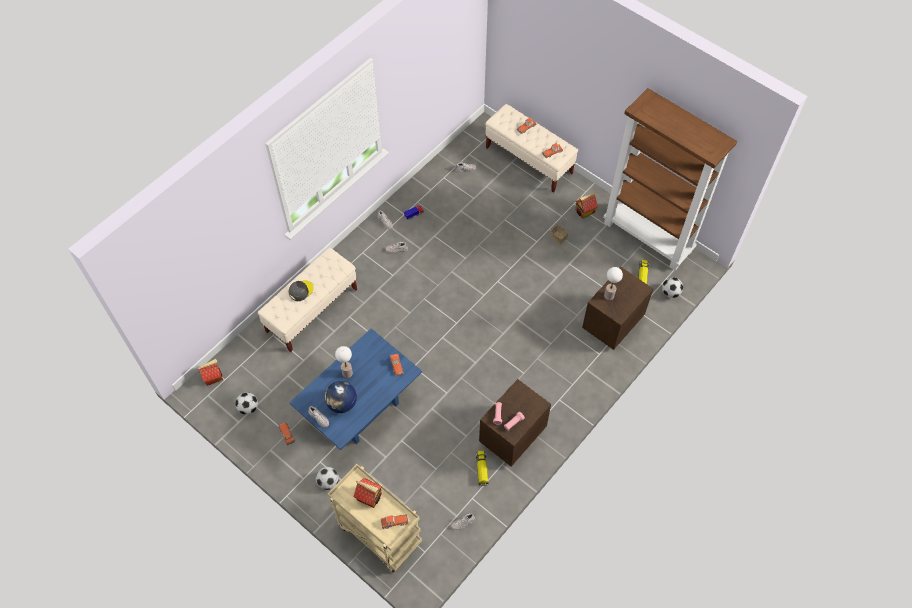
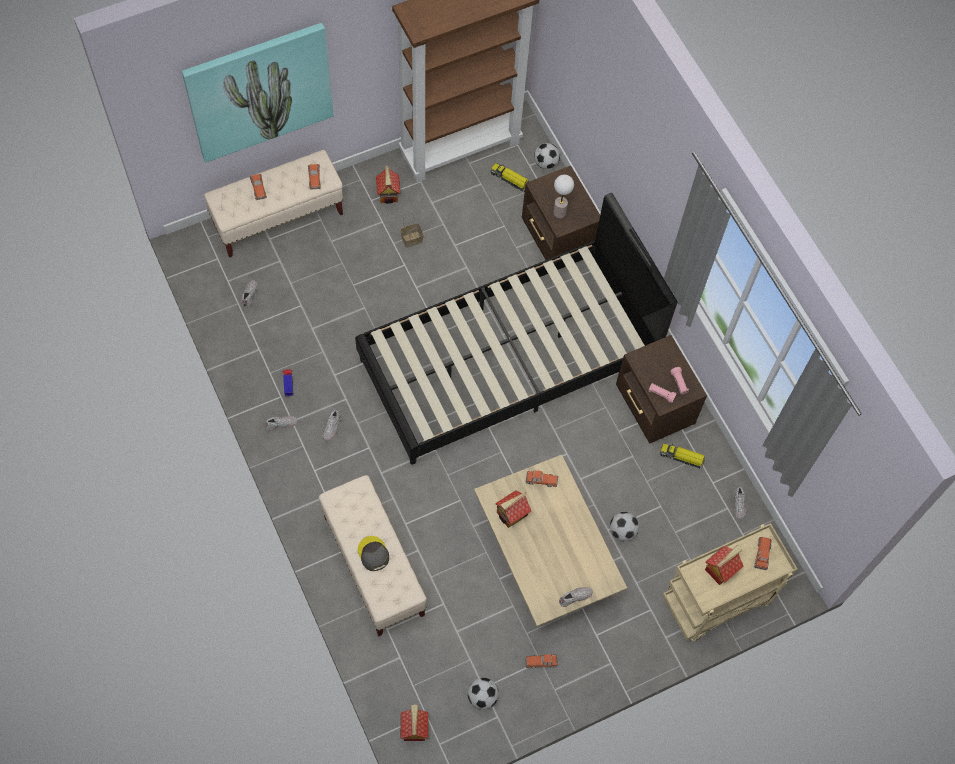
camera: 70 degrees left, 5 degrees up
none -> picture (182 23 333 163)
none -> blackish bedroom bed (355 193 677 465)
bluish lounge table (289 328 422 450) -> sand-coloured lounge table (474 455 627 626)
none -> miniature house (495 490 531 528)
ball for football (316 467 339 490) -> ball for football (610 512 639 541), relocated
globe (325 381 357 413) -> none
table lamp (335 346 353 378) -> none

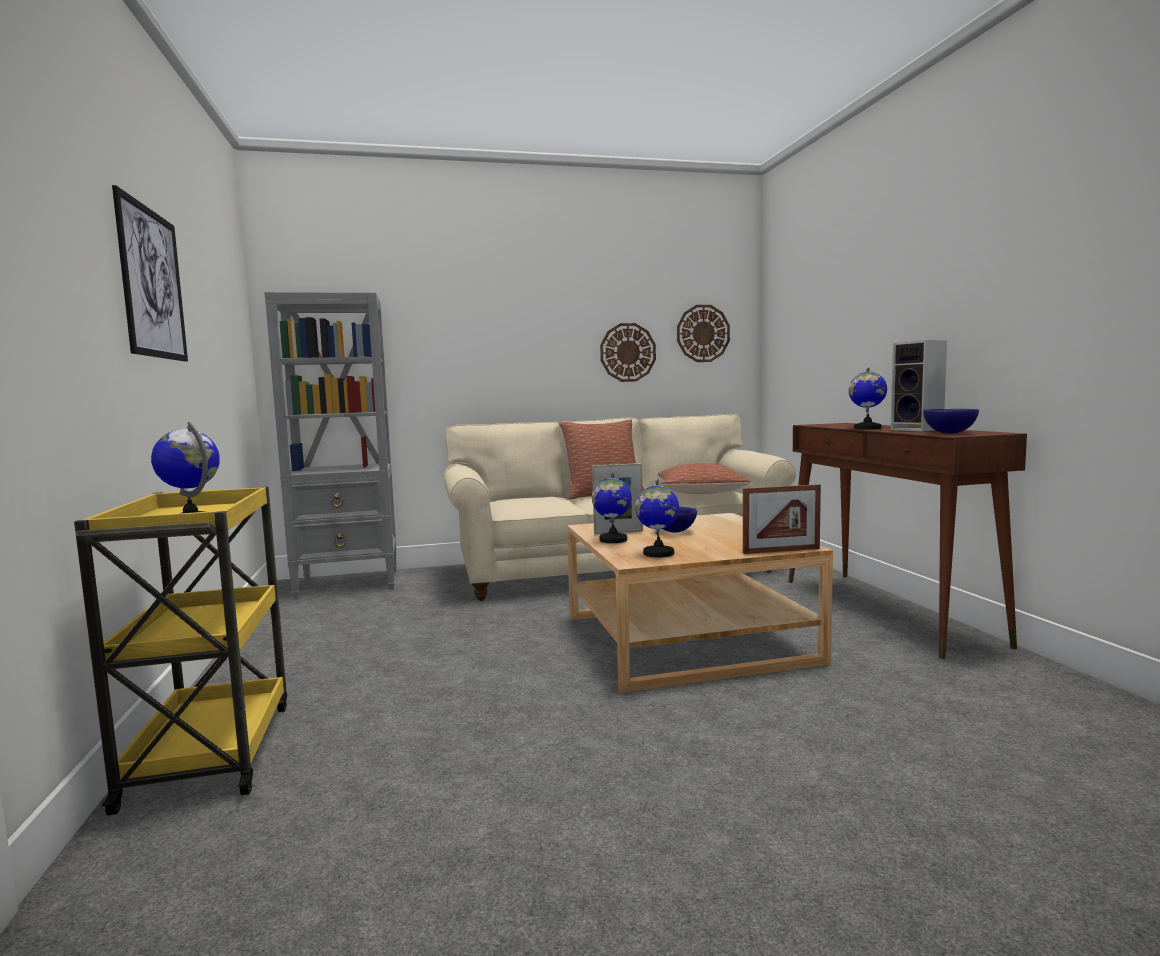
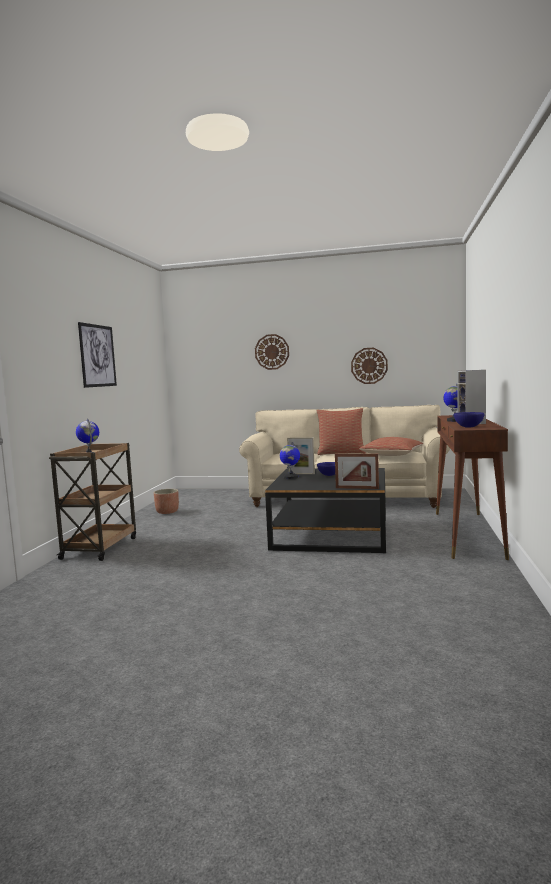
camera: 25 degrees right, 0 degrees up
yellow wheeled cart (74 486 287 816) -> brown-coloured wheeled cart (49 443 136 561)
none -> plant pot (154 489 179 514)
wall clock (677 305 730 362) -> wall clock (255 334 289 370), relocated
sand-coloured lounge table (567 513 833 693) -> blackish lounge table (265 468 386 553)
grey bookshelf (264 292 397 599) -> none
globe (635 479 679 557) -> none

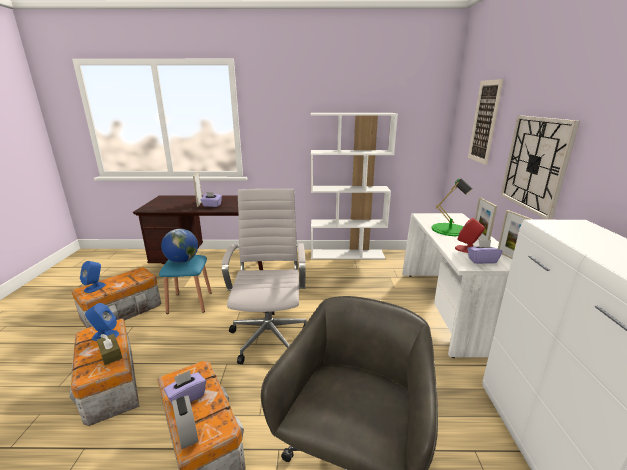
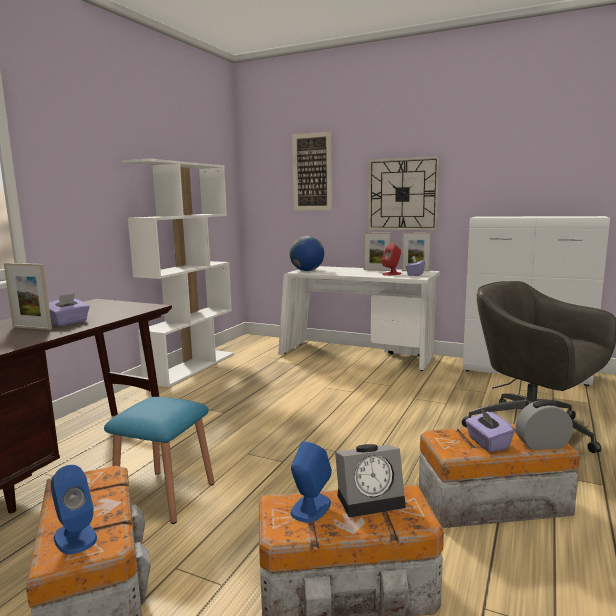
camera: 65 degrees left, 10 degrees down
globe (161 229 198 263) -> globe (290 236 324 271), relocated
brown-coloured box of tissues (97 333 122 365) -> bedside clock (335 444 406 518)
white computer chair (221 189 307 364) -> none
green-coloured table lamp (431 178 473 236) -> none

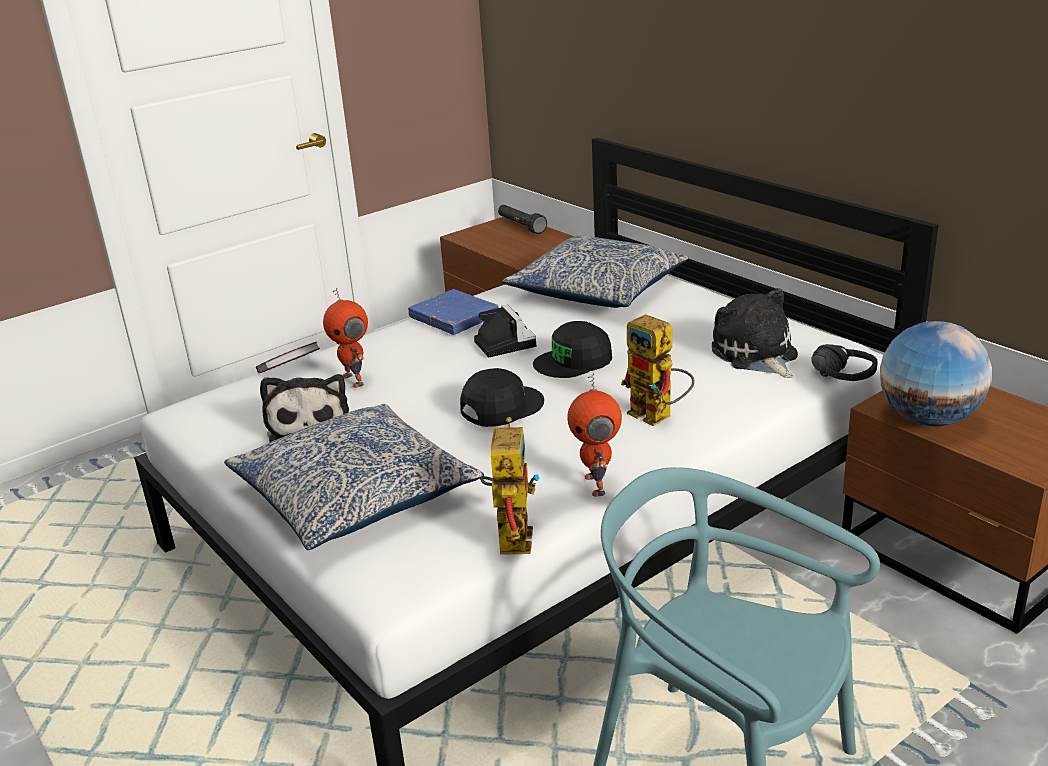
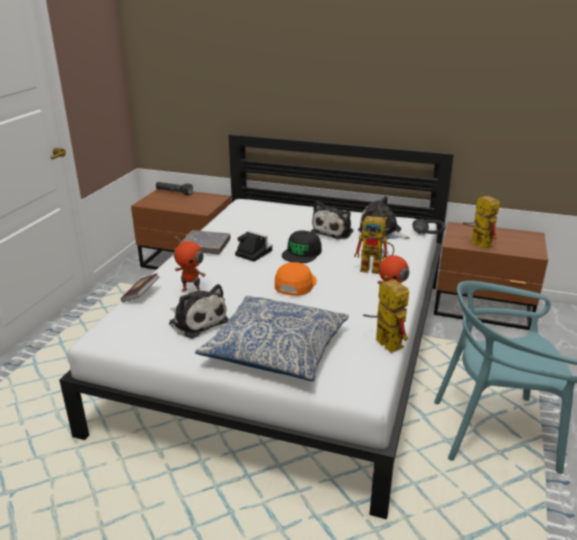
camera: 35 degrees left, 0 degrees up
bluish bound book (408 289 499 335) -> grey bound book (182 230 231 254)
blackish baseball cap (460 368 544 427) -> orange-coloured baseball cap (275 262 317 296)
none -> plush toy (311 201 354 240)
globe (880 321 992 426) -> model robot (463 193 500 250)
throw pillow (502 236 689 308) -> none

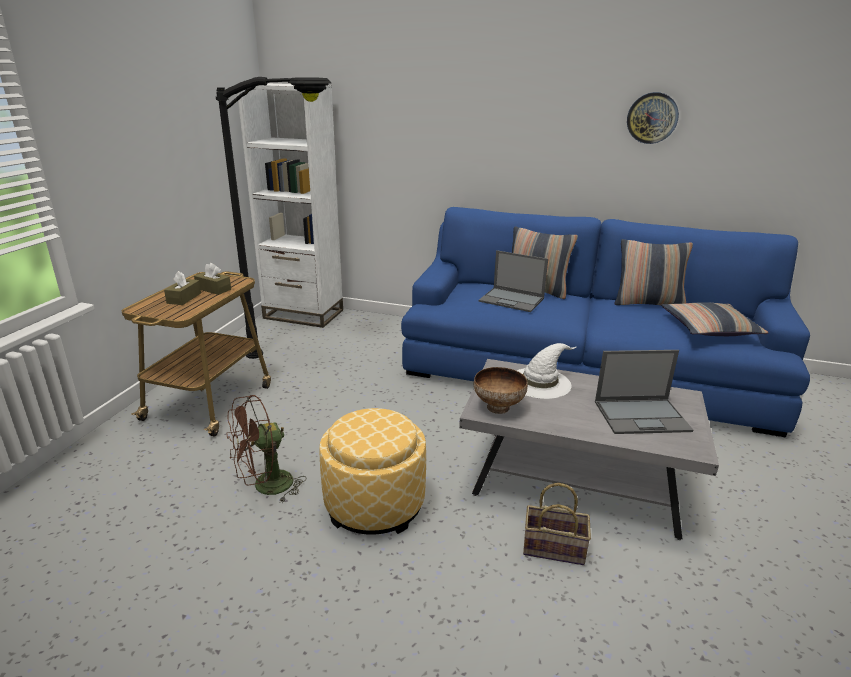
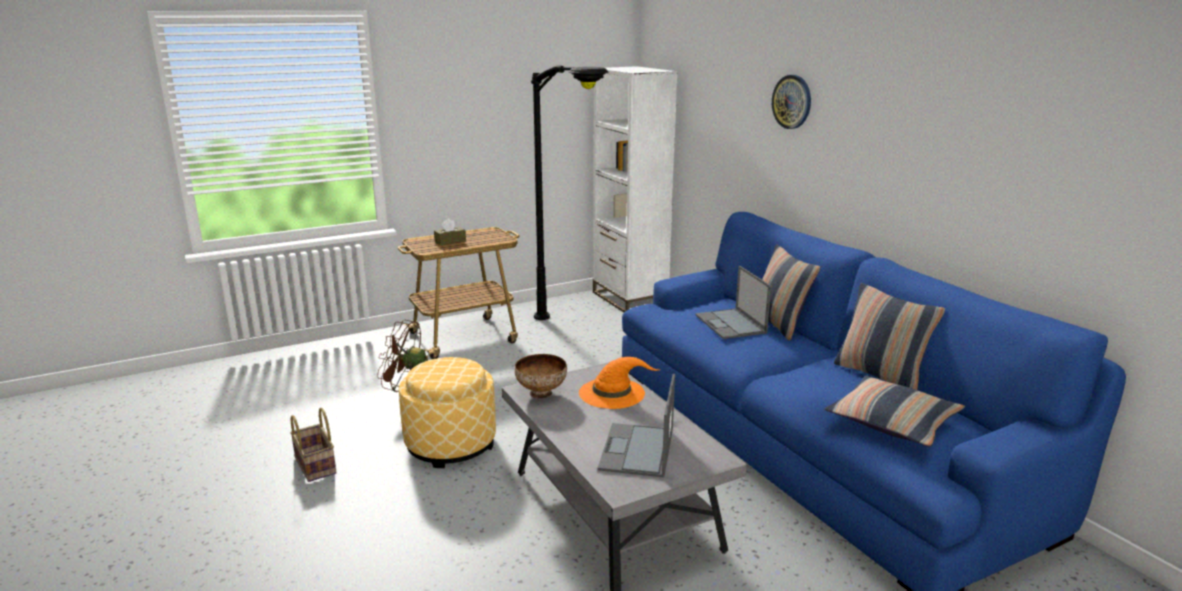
camera: 45 degrees right, 5 degrees down
household basket (523 483 591 565) -> household basket (290 408 337 482), relocated
white wearable hat (517 343 576 399) -> orange-coloured wearable hat (579 357 661 409)
portable computer (595 350 693 434) -> portable computer (598 374 675 478), 60 degrees clockwise
wall clock (627 92 679 144) -> wall clock (772 75 811 129), relocated
brown-coloured box of tissues (194 263 231 295) -> none

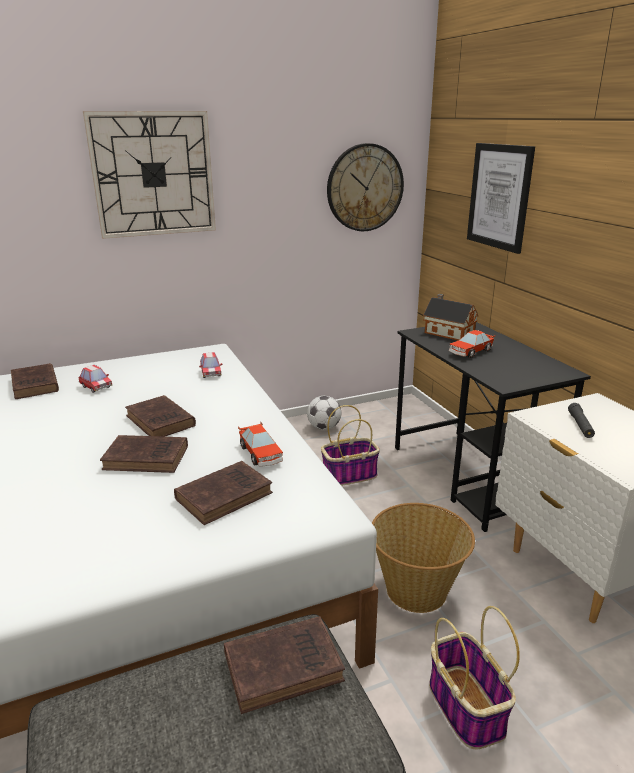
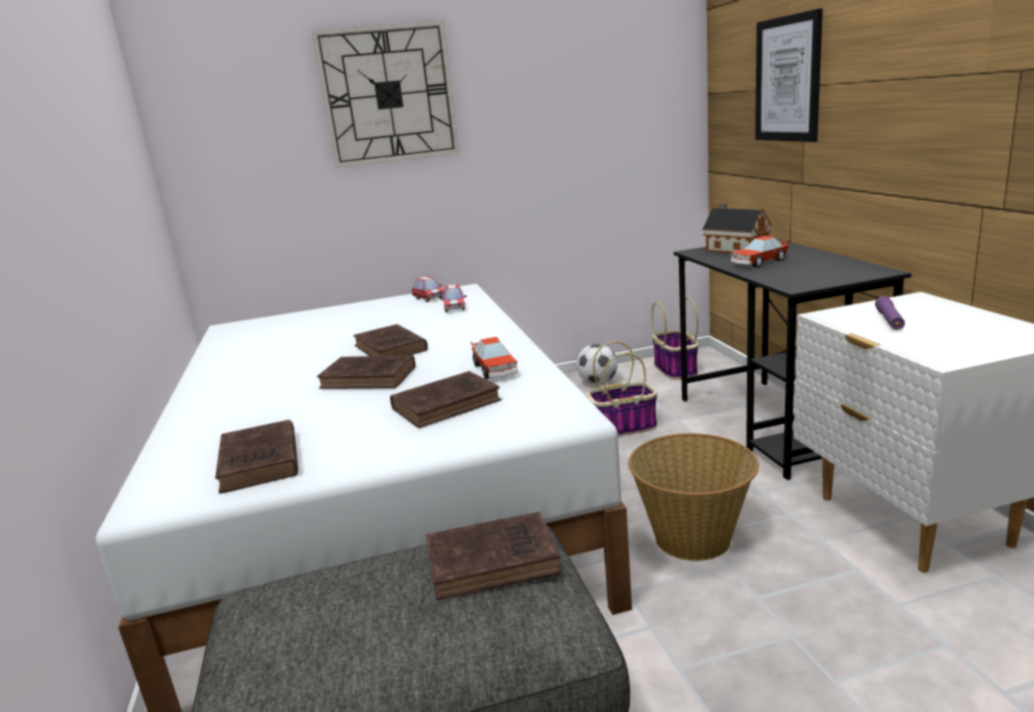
camera: 10 degrees right, 5 degrees down
brown-coloured bound book (11 363 59 399) -> brown-coloured bound book (215 420 298 493), relocated
model car (78 365 112 393) -> model car (412 276 444 302), relocated
household basket (429 606 520 750) -> household basket (652 297 698 379), relocated
blackish hand torch (568 403 595 438) -> purple hand torch (875 296 905 330)
wall clock (327 143 404 231) -> none

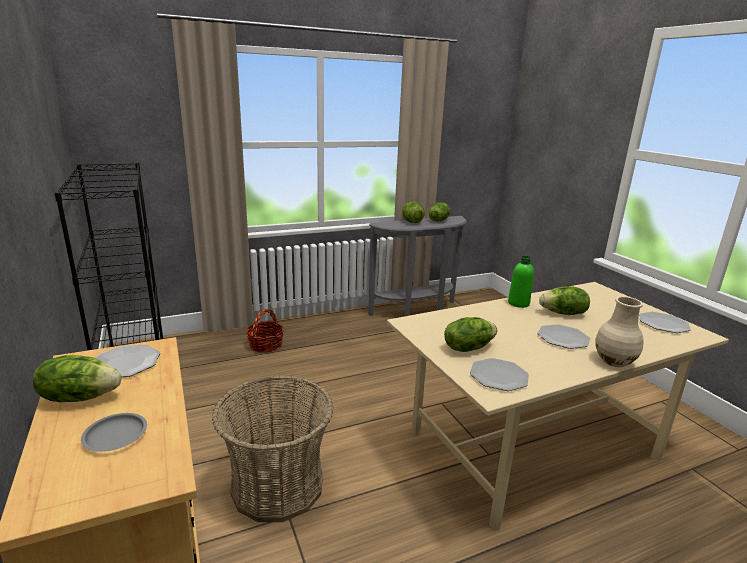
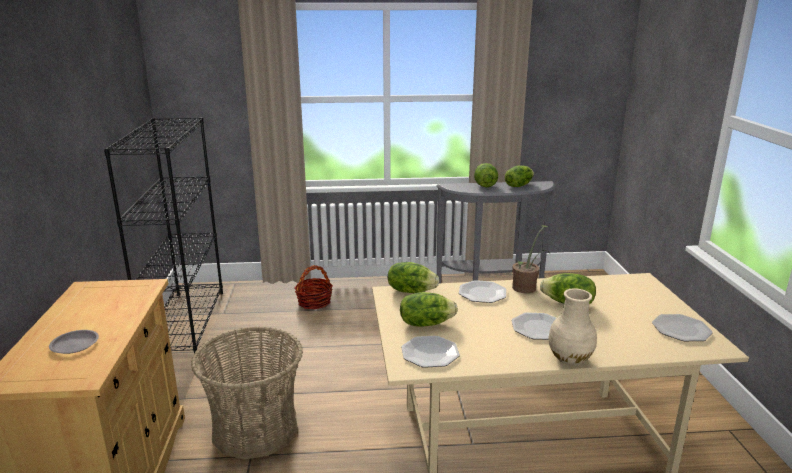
camera: 20 degrees right, 0 degrees up
lettuce (33 355 121 402) -> lettuce (388 262 439 293), relocated
dinner plate (95 345 160 377) -> dinner plate (459 280 506 303), relocated
green-coloured beverage bottle (508 256 534 308) -> potted plant (512 225 550 293)

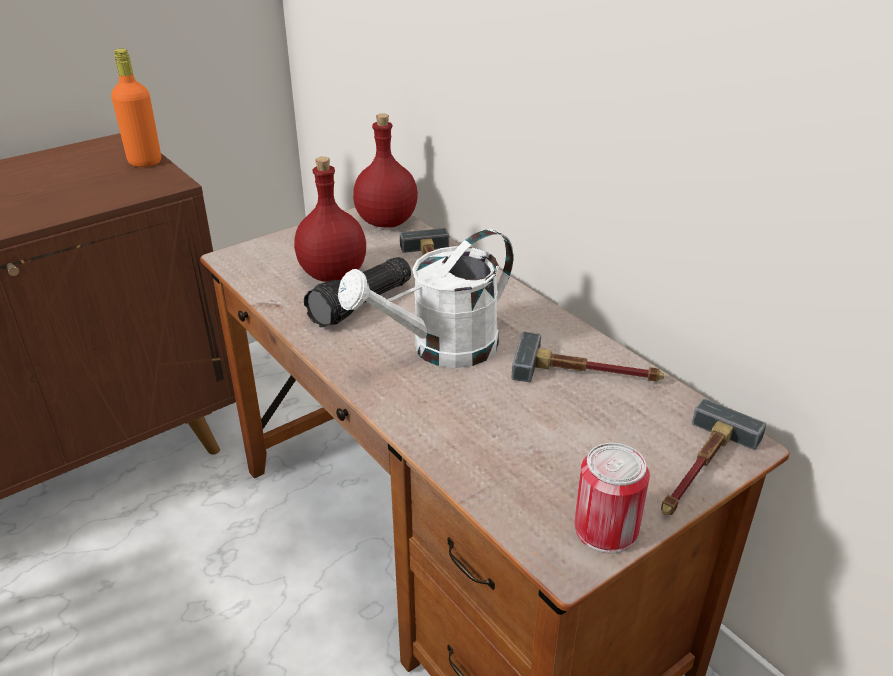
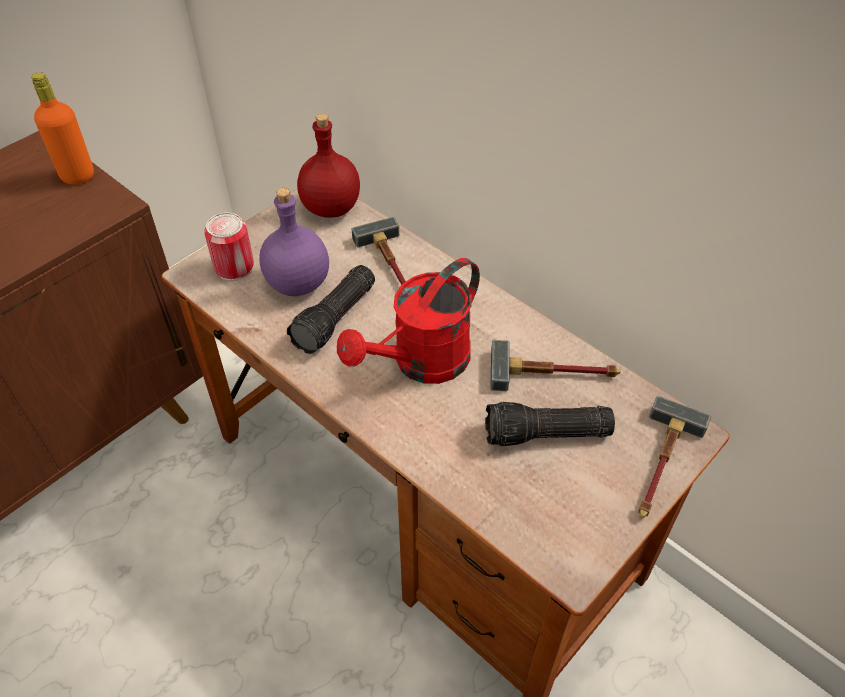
camera: 10 degrees left, 15 degrees up
sealed can (574 443 650 554) -> sealed can (204 213 254 281), relocated
red-coloured beverage bottle (294 157 366 282) -> purple beverage bottle (259 188 329 296)
white watering can (338 229 513 368) -> red-coloured watering can (337 258 480 384)
none -> hand torch (485 402 615 446)

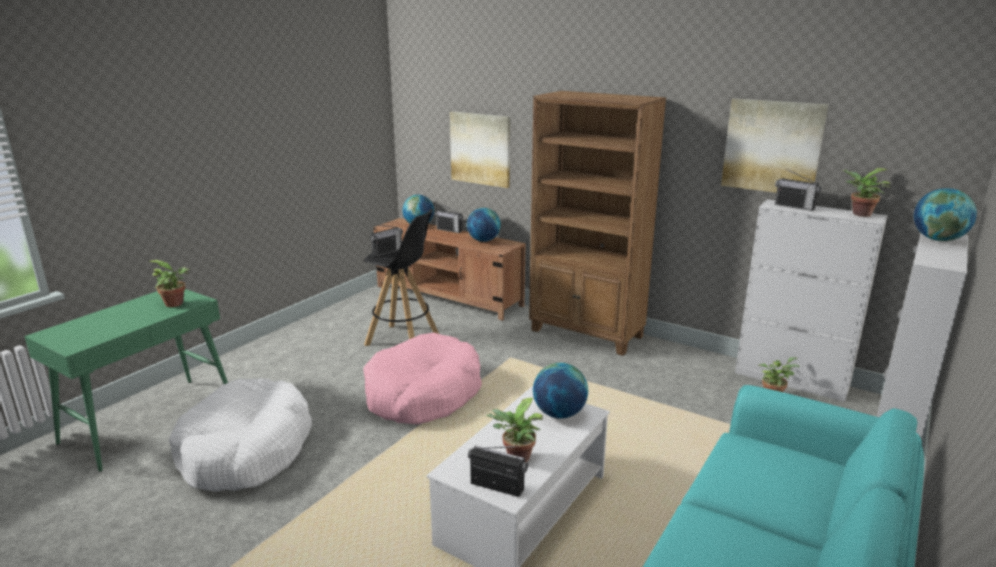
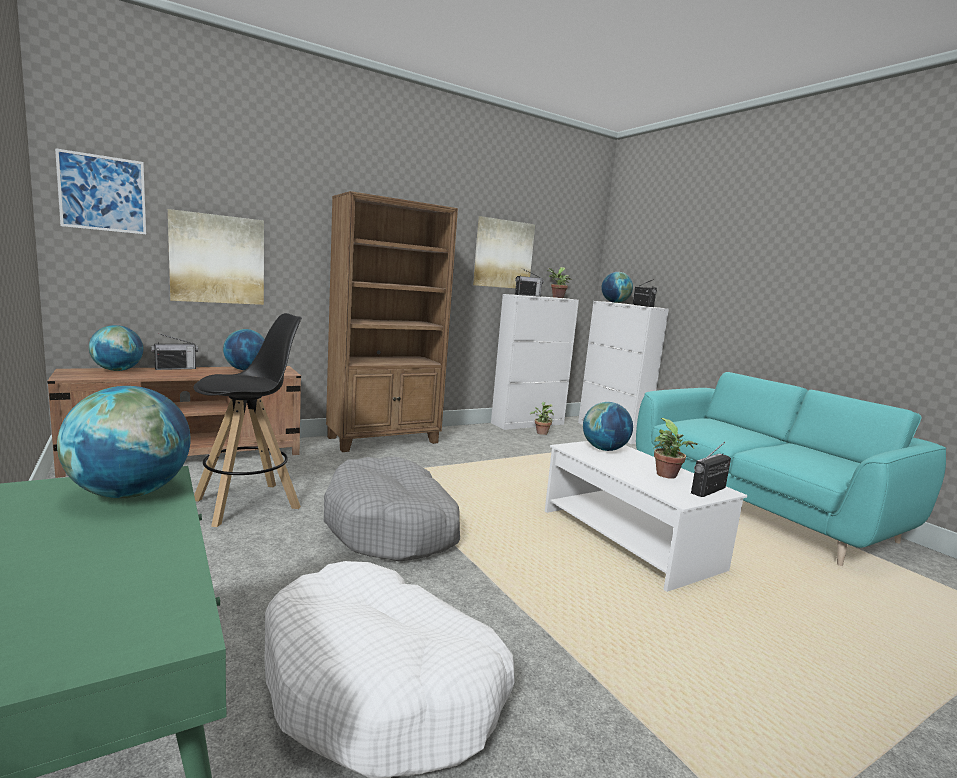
camera: 65 degrees left, 10 degrees down
none -> picture (55 148 146 234)
potted plant (149 260 190 307) -> globe (57 386 191 498)
pink dog cushion (363 333 482 424) -> grey dog cushion (324 456 460 562)
radio (370 224 403 256) -> radio (633 279 657 307), relocated

